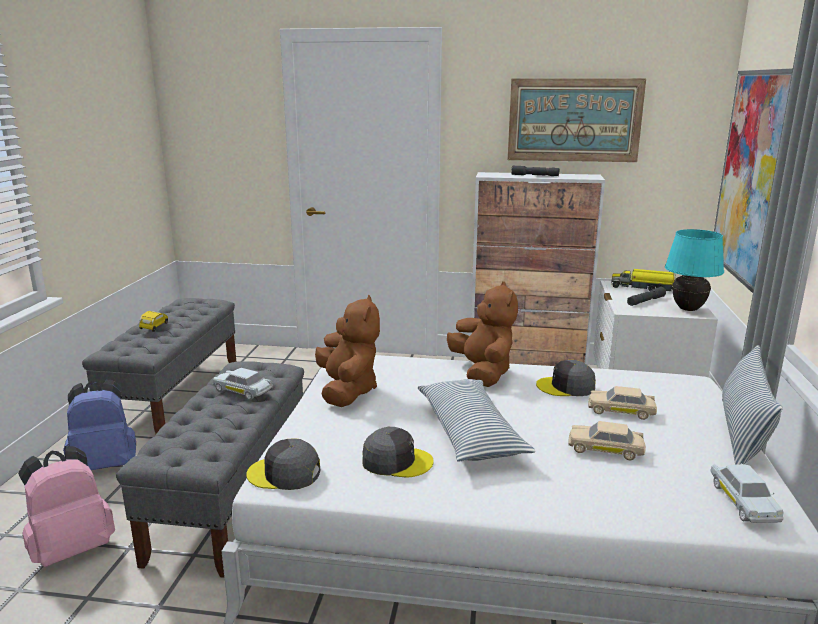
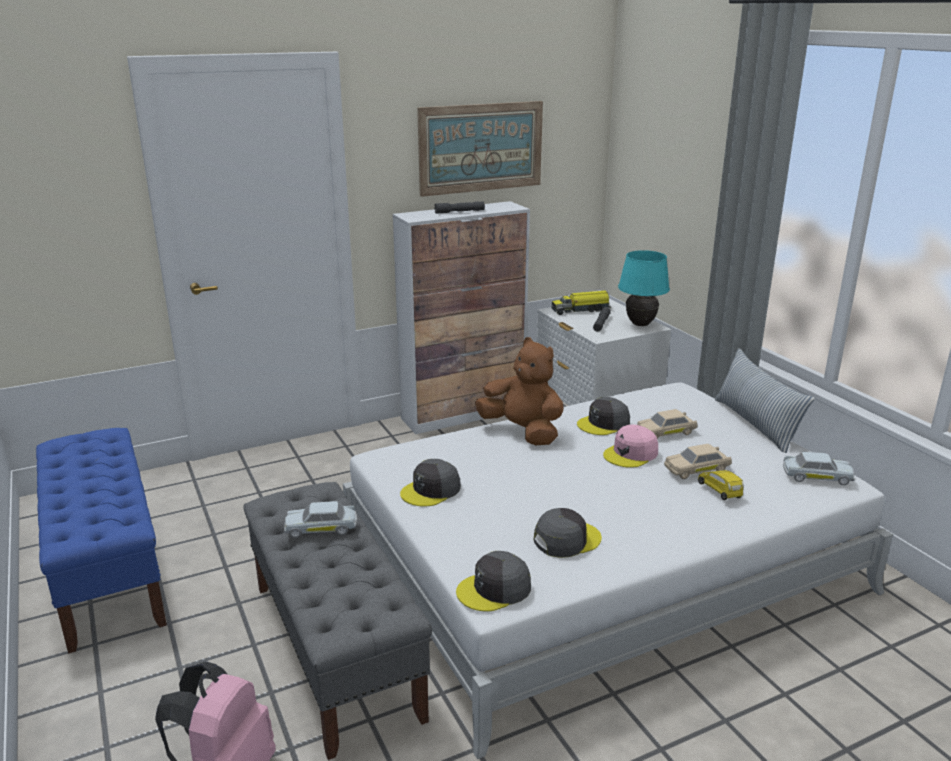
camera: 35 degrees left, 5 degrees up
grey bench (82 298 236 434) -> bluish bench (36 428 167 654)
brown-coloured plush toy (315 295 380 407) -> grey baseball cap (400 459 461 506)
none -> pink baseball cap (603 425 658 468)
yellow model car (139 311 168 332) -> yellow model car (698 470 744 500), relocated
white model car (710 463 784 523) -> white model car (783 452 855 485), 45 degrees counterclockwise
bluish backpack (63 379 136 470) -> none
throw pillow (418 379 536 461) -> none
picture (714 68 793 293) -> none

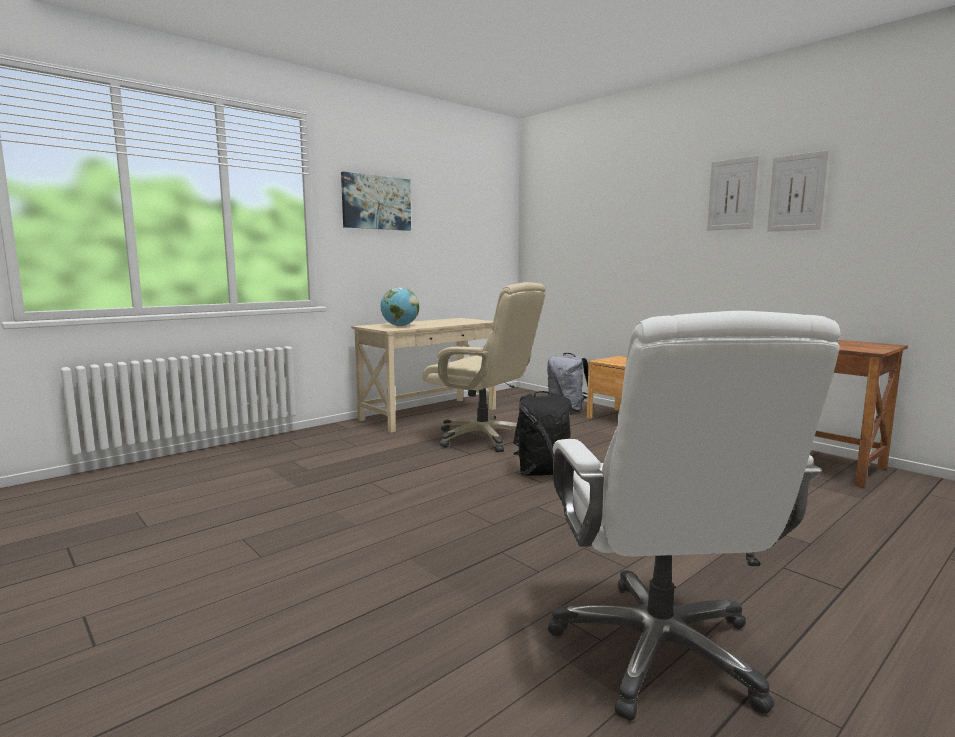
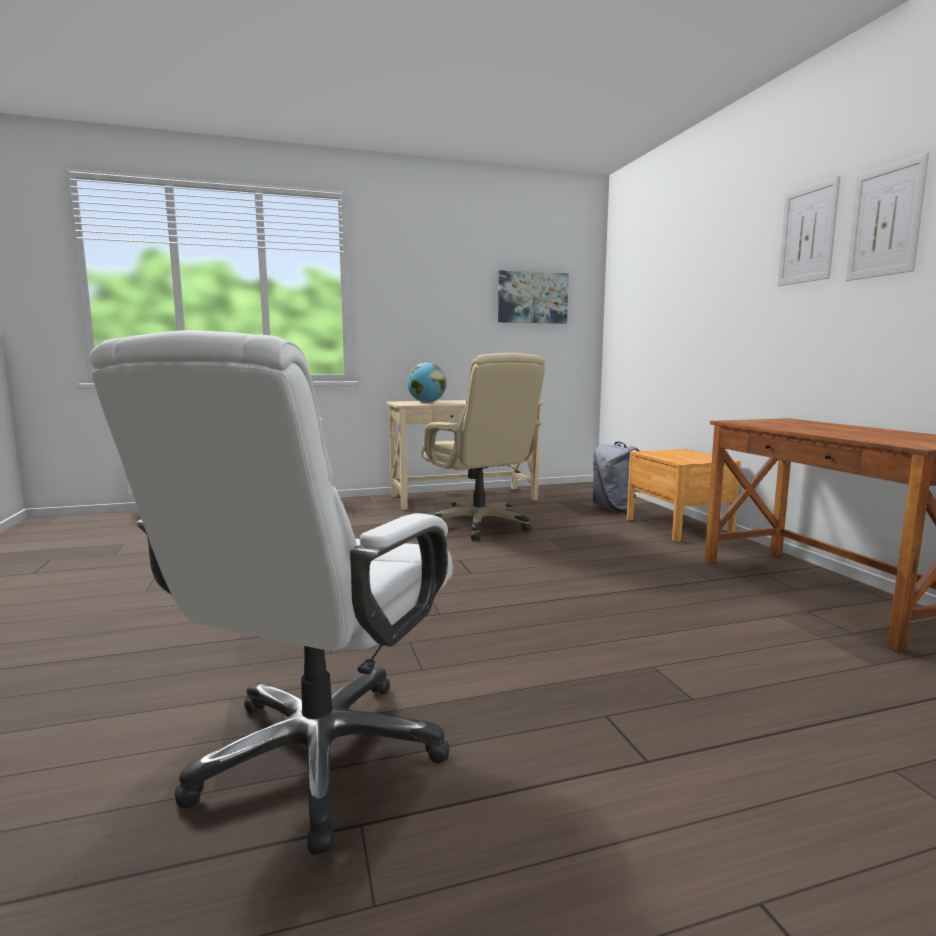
camera: 25 degrees right, 0 degrees up
picture (341 172 411 231) -> picture (498 270 569 324), relocated
blackish backpack (513 391 572 476) -> none

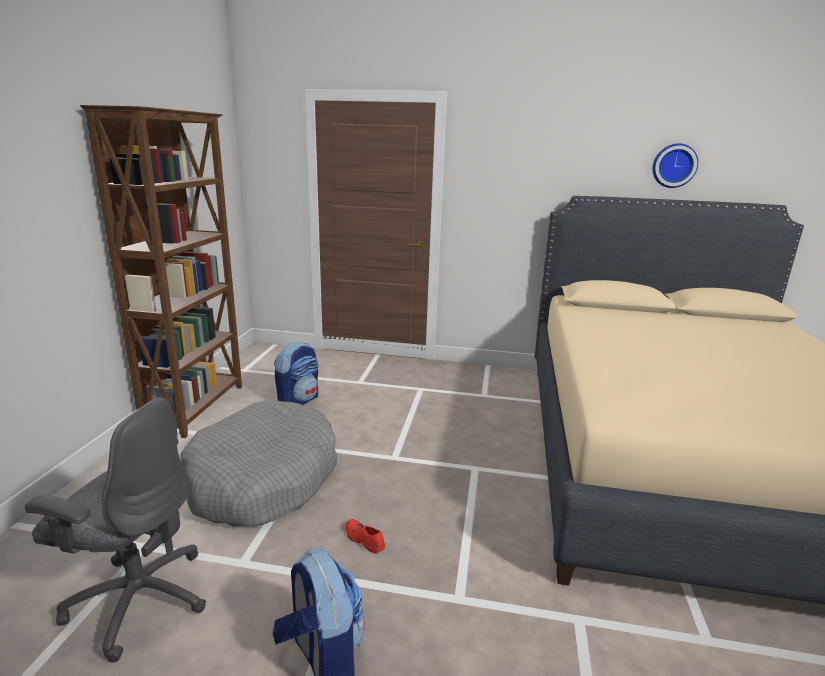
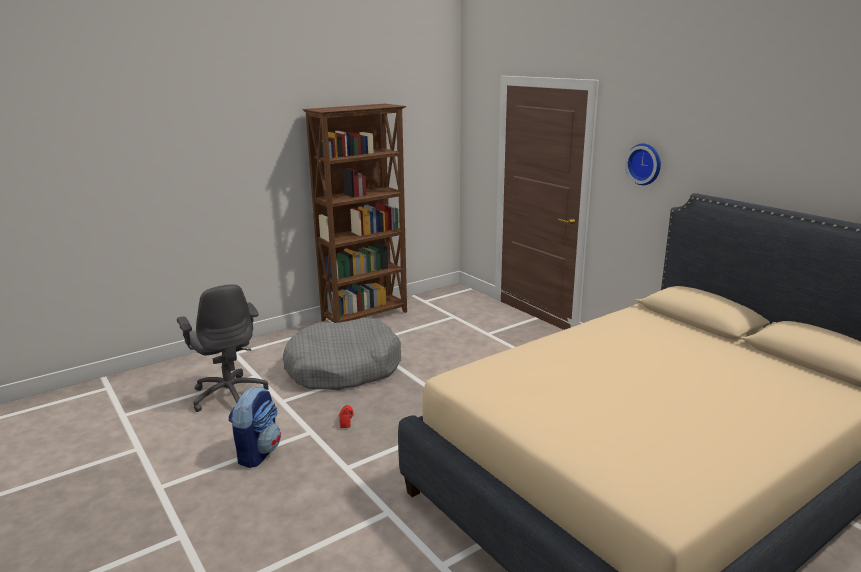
camera: 45 degrees right, 0 degrees up
wall clock (652 143 698 188) -> wall clock (625 144 661 185), relocated
backpack (274 341 319 405) -> none

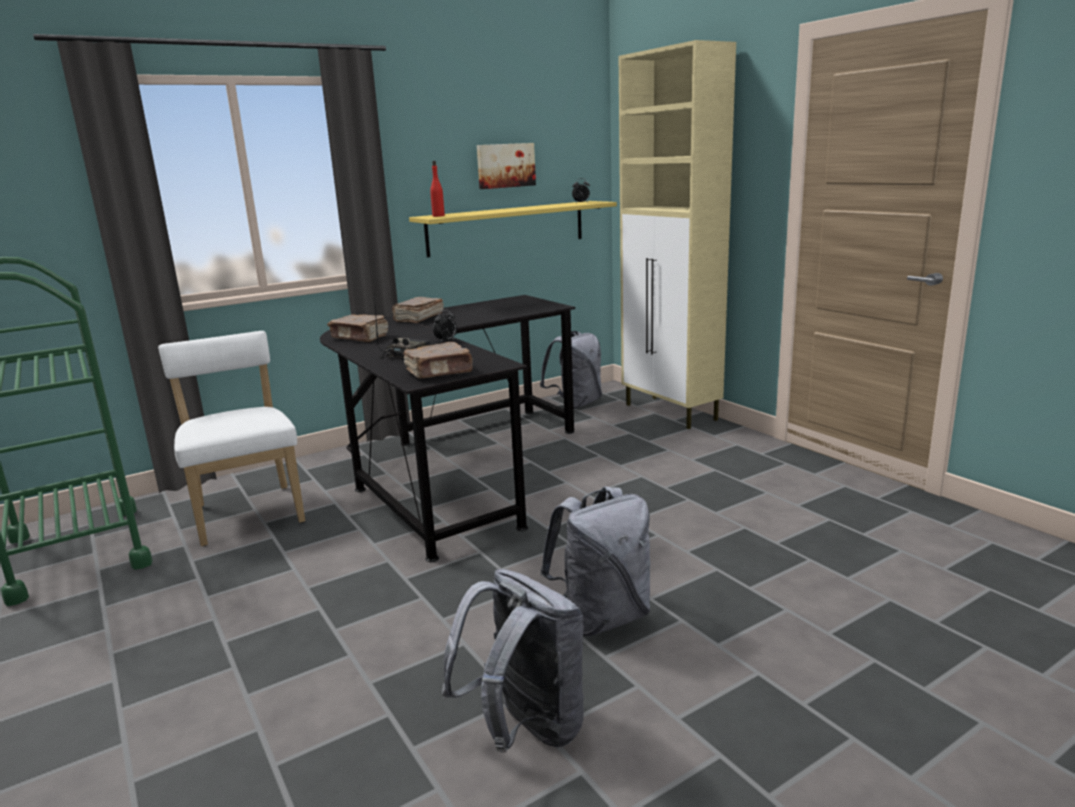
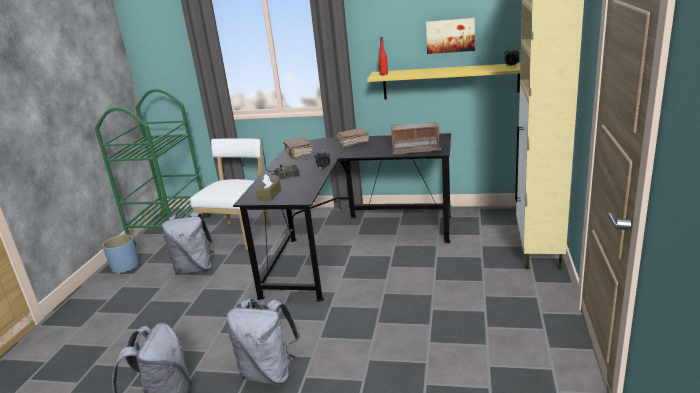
camera: 45 degrees right, 5 degrees up
none -> bluish plant pot (102 234 139 274)
grey backpack (540 331 602 409) -> grey backpack (162 212 214 275), relocated
brown-coloured bound book (403 342 473 378) -> brown-coloured box of tissues (256 174 281 201)
none -> radio (391 122 442 154)

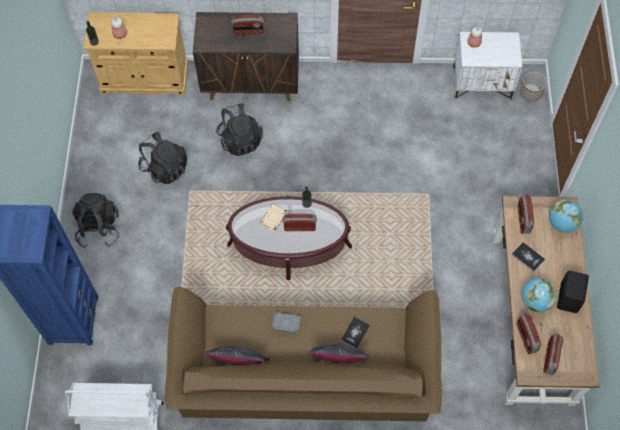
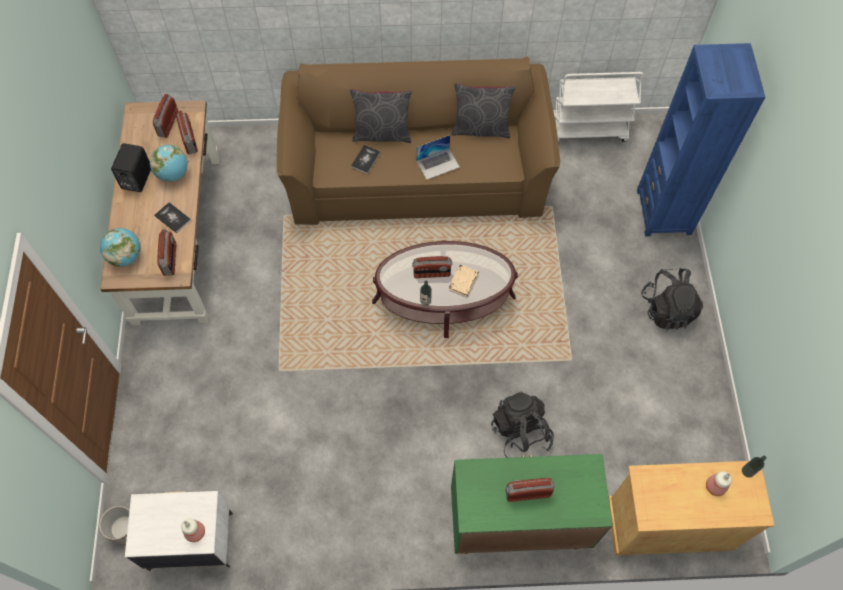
camera: 175 degrees right, 0 degrees up
grey bound book (272 312 301 334) -> portable computer (416 135 460 180)
brown-coloured storage cabinet (193 12 299 101) -> green-coloured storage cabinet (451 454 612 554)
blackish backpack (138 132 187 184) -> none

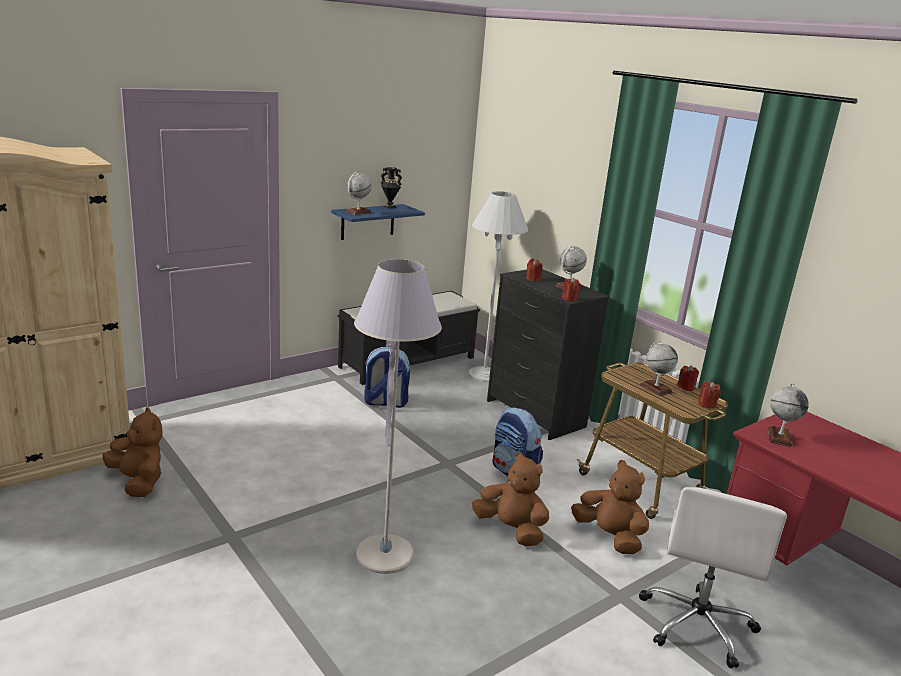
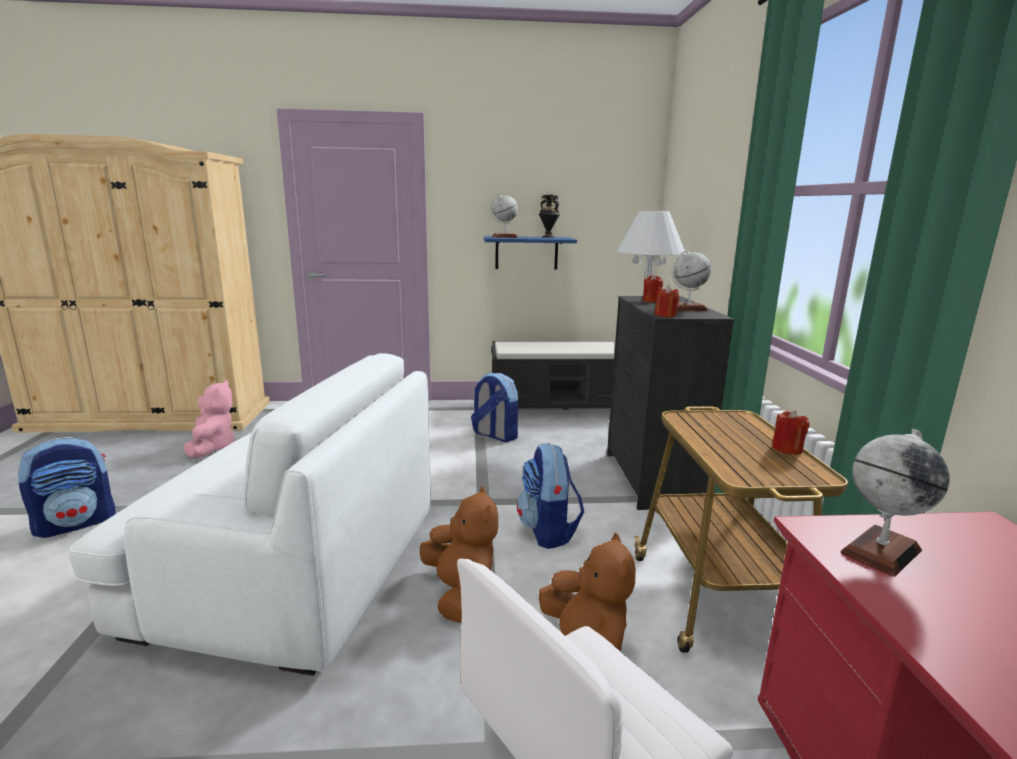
camera: 35 degrees right, 5 degrees down
none -> backpack (18 436 116 538)
grey standing lamp (354 259 442 574) -> white easy chair (69 353 431 676)
brown-coloured plush toy (103 407 163 497) -> pink plush toy (184 380 235 458)
globe (640 341 678 396) -> none
red-coloured wax light (698 381 721 409) -> none

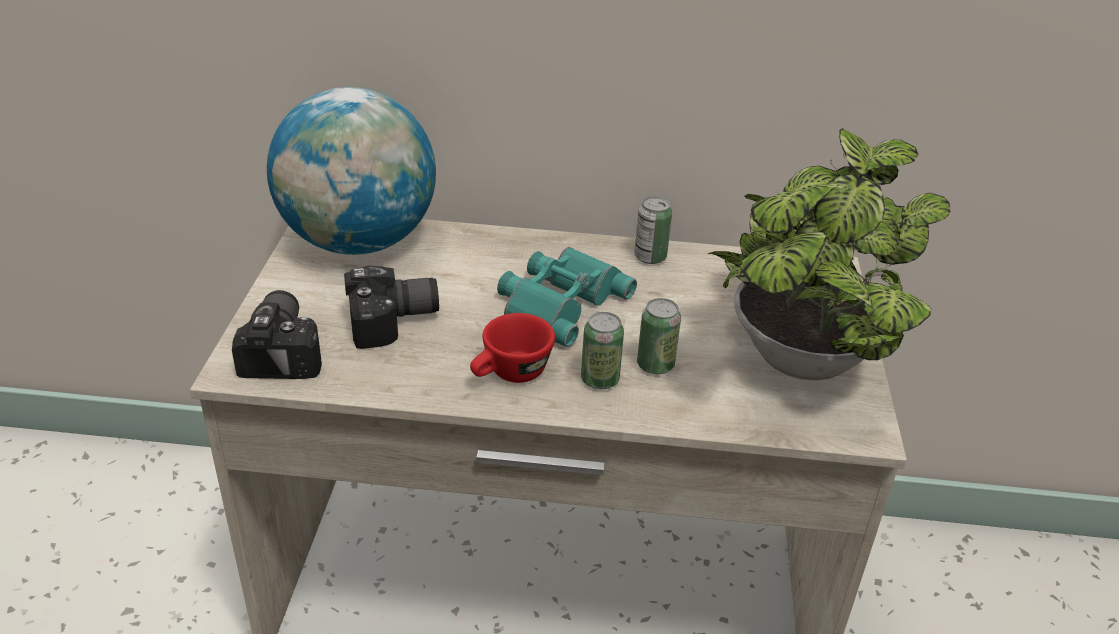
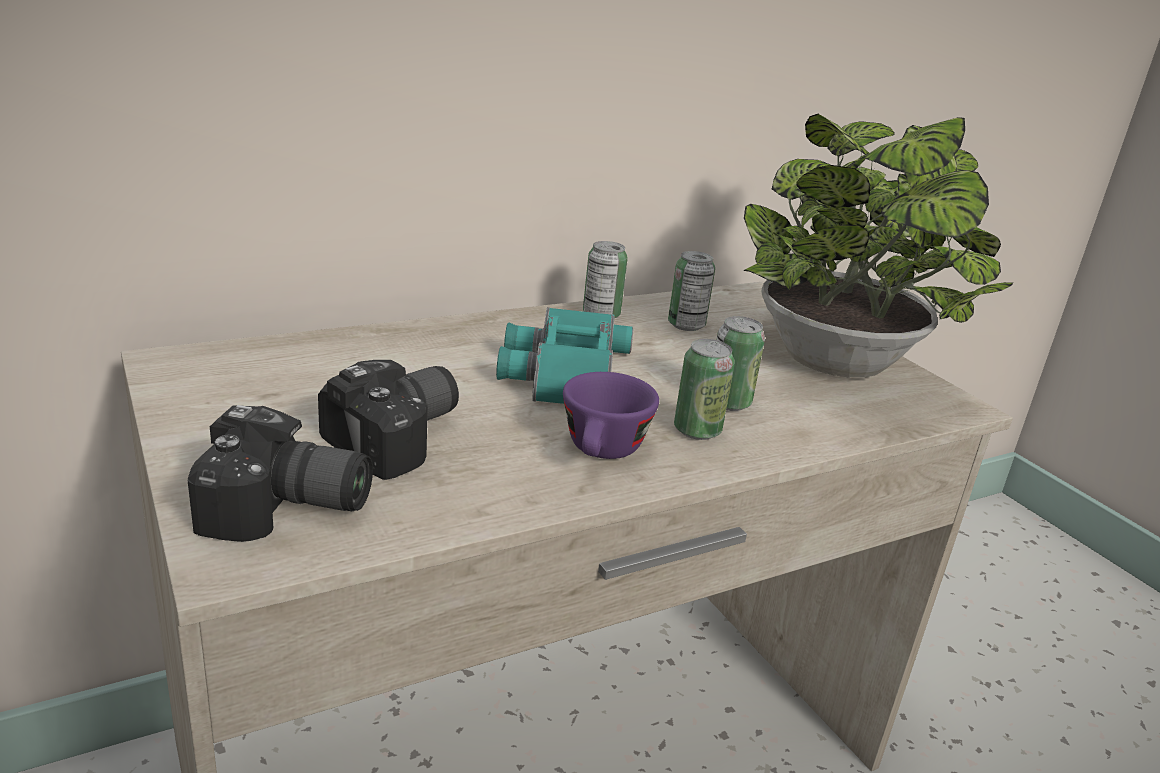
camera: 35 degrees left, 10 degrees down
photo camera (232 290 322 379) -> photo camera (188 405 373 542), 135 degrees clockwise
red-coloured drinking cup (470 313 555 383) -> purple drinking cup (563 372 659 459)
none -> sealed can (668 251 715 331)
globe (267 87 436 255) -> none

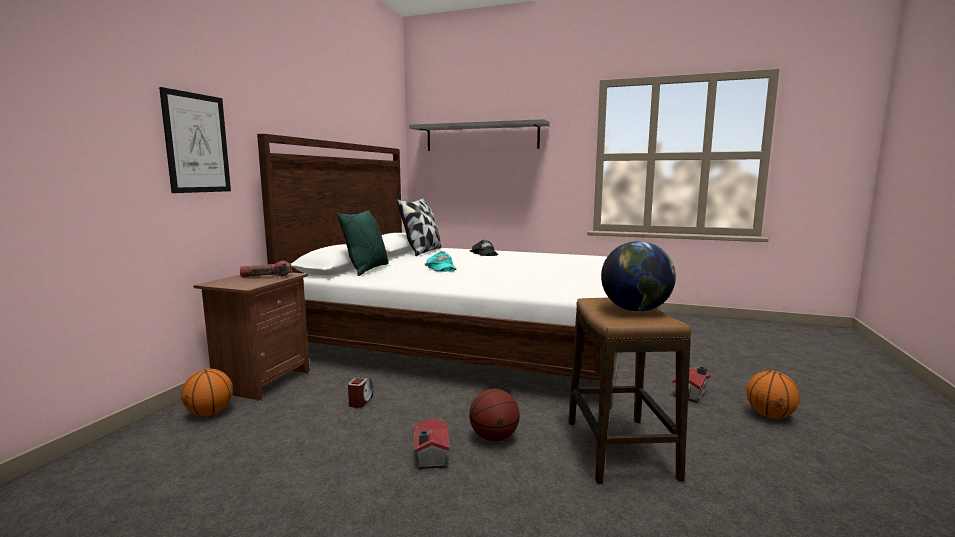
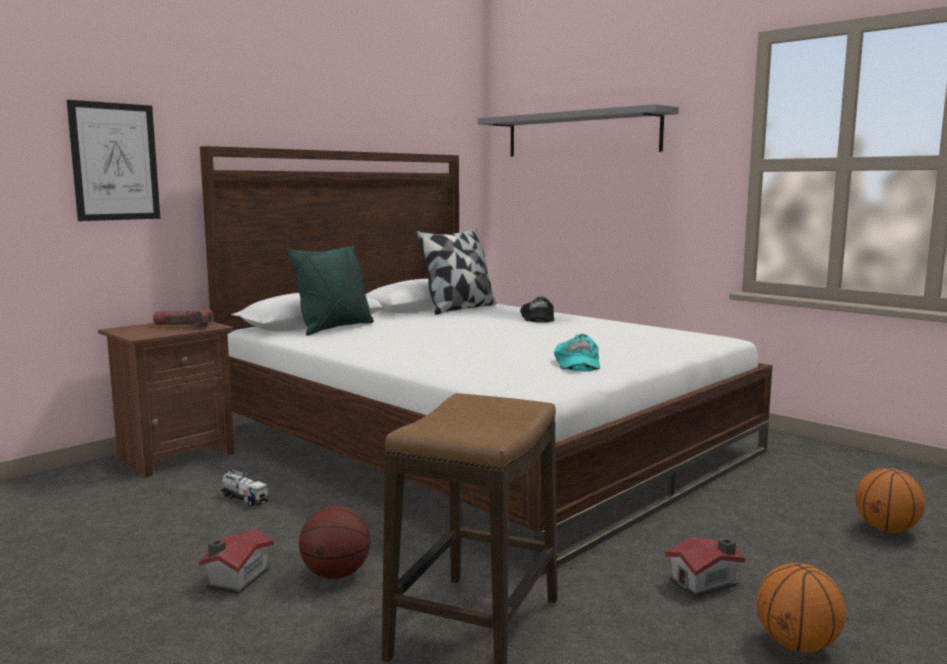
camera: 25 degrees right, 0 degrees up
bedside clock (348 378 373 408) -> model truck (221 469 268 506)
turquoise baseball cap (425 251 457 272) -> turquoise baseball cap (554 334 600 372), relocated
basketball ball (181 368 233 416) -> basketball ball (855 468 925 533), relocated
globe (601 241 676 312) -> none

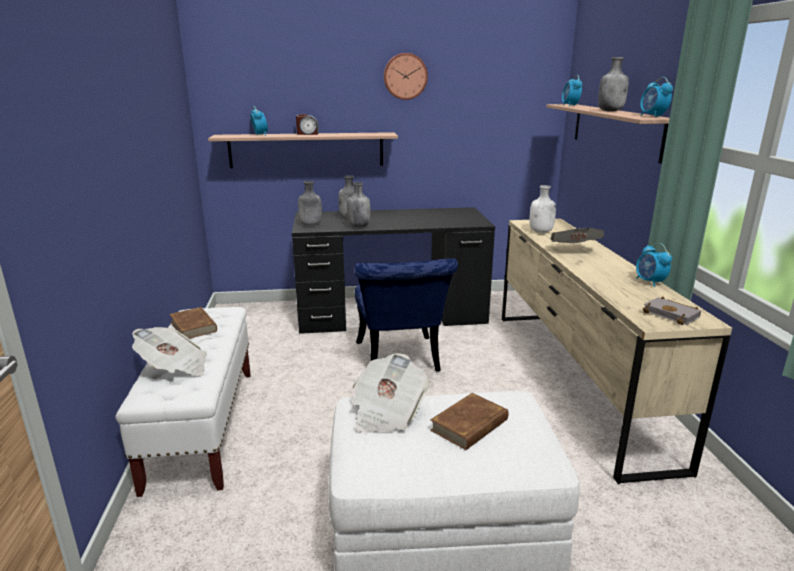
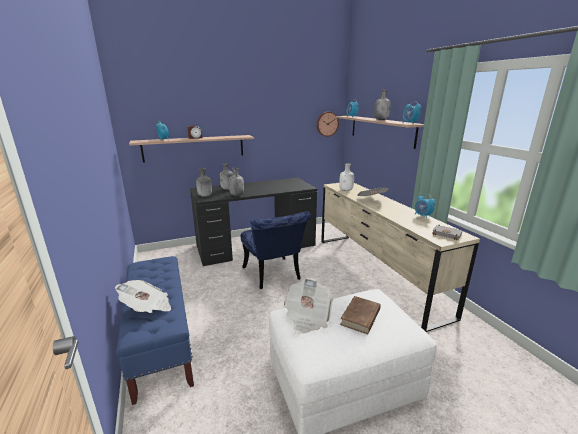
camera: 15 degrees left, 0 degrees up
white bench (115 307 251 497) -> bluish bench (116 256 194 405)
wall clock (384 53 428 100) -> wall clock (316 112 339 137), relocated
brown-coloured bound book (169 307 217 339) -> none

